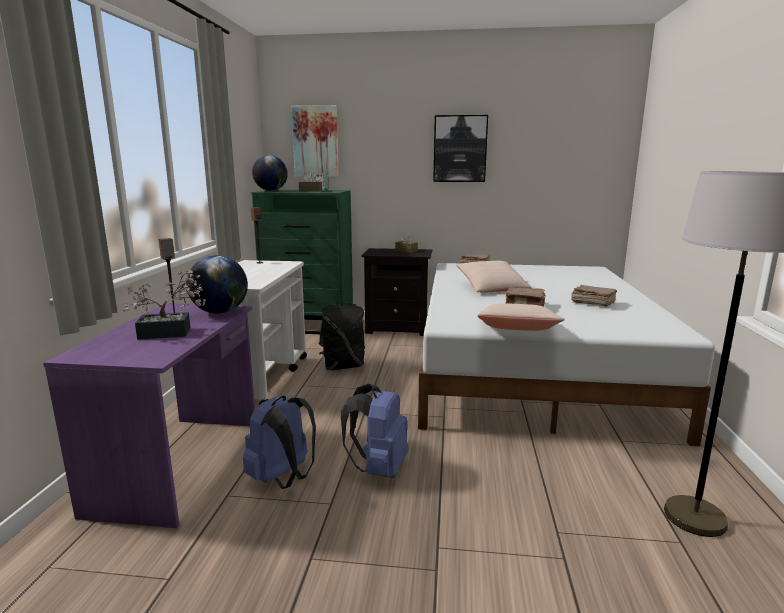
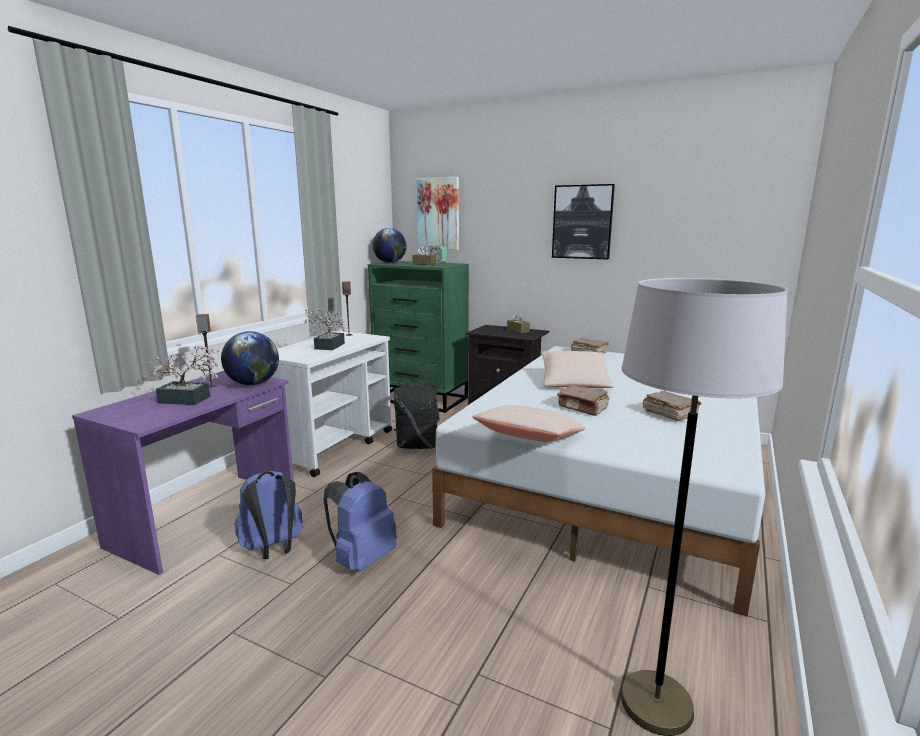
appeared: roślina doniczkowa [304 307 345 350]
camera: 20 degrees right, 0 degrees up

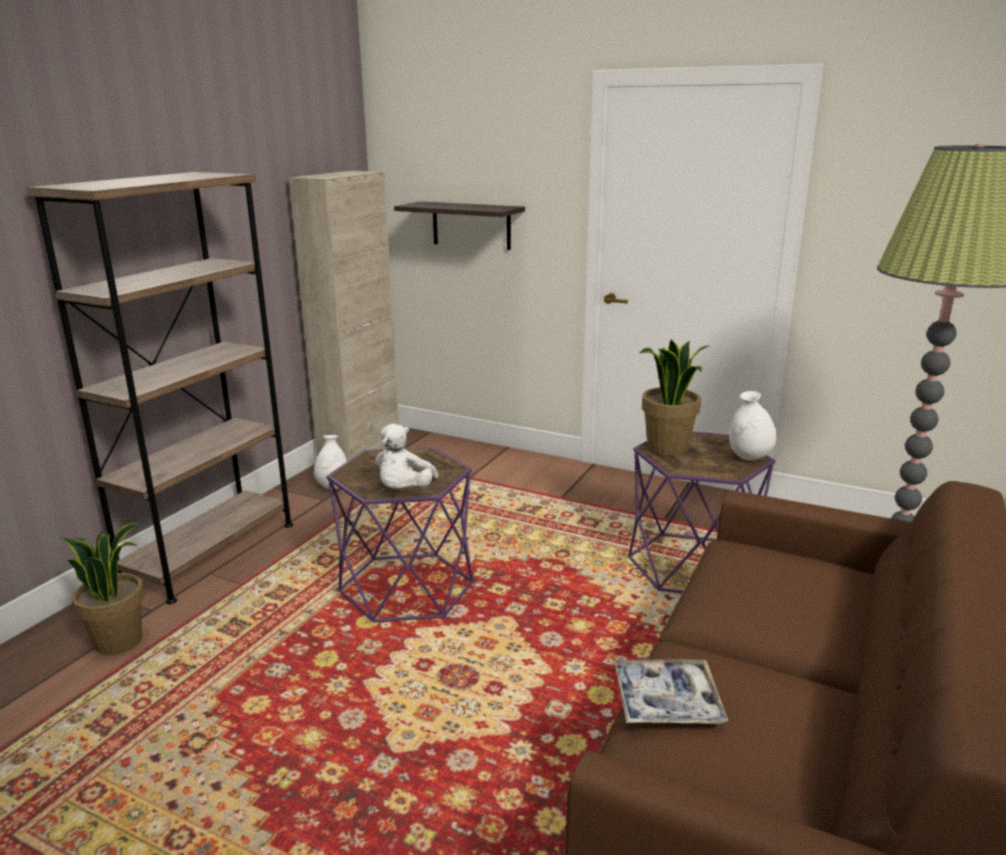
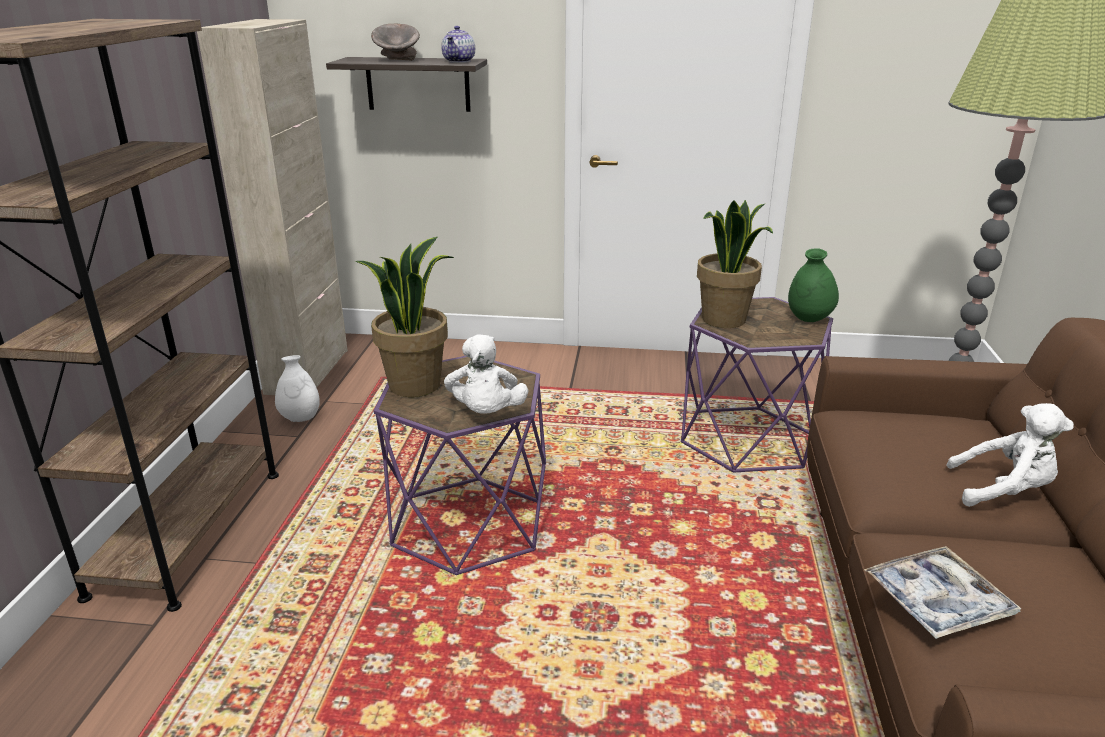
appeared: miska (szary) [371 24 420 61]; imbryk [441 26 475 63]; pluszak (biały) [946 403 1074 507]
relocated: roślina doniczkowa [60 522 144 655] to [355 237 455 397]
colour: wazon (biały) [729 391 777 461] to wazon (zielony) [788 248 839 322]
camera: 20 degrees left, 5 degrees up

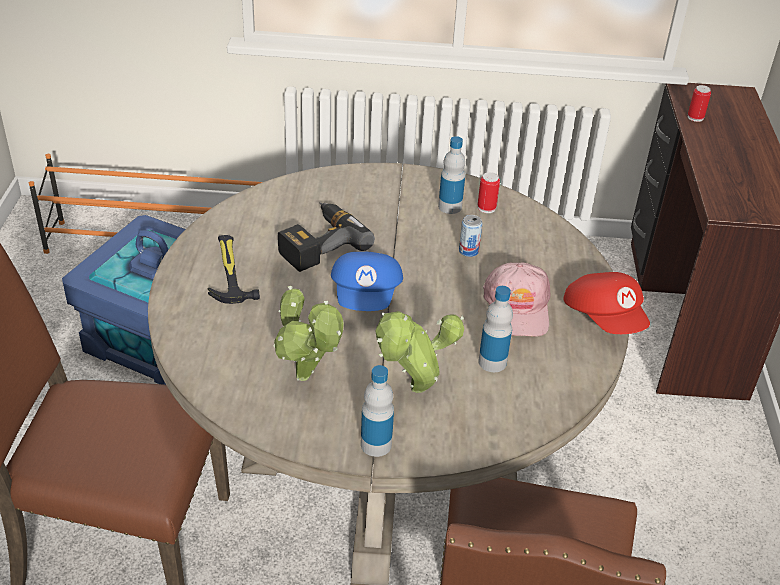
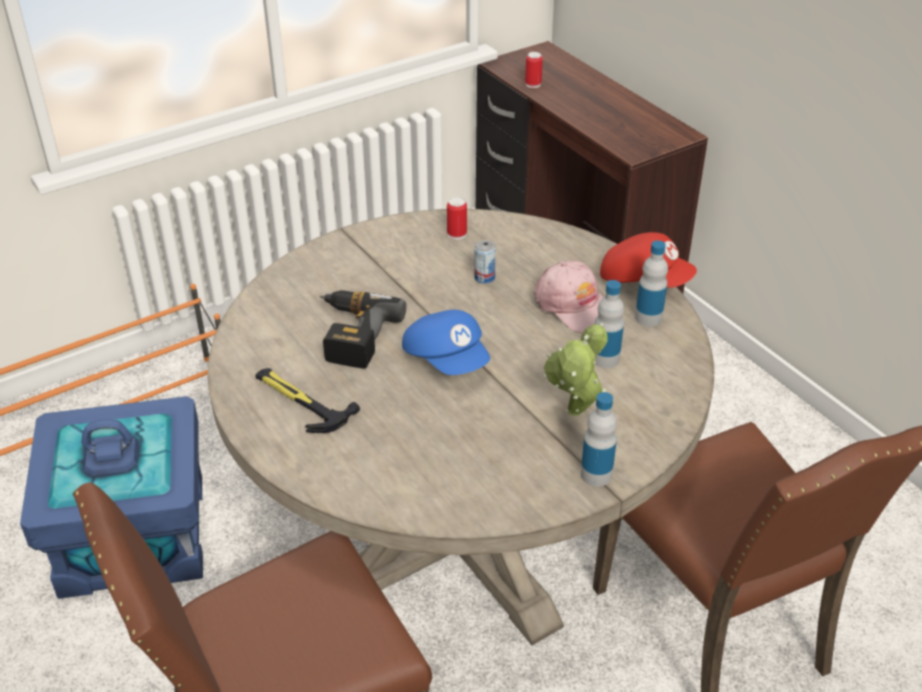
missing: roślina doniczkowa [273 286 344 381]
relocated: butelka [438 136 466 214] to [635 240 668 327]
camera: 35 degrees left, 0 degrees up

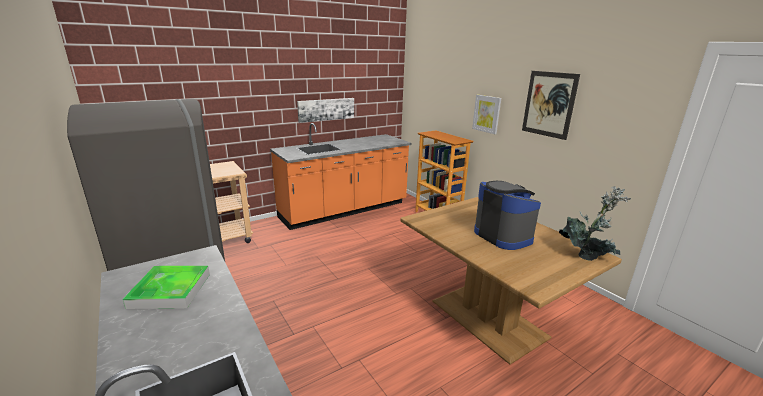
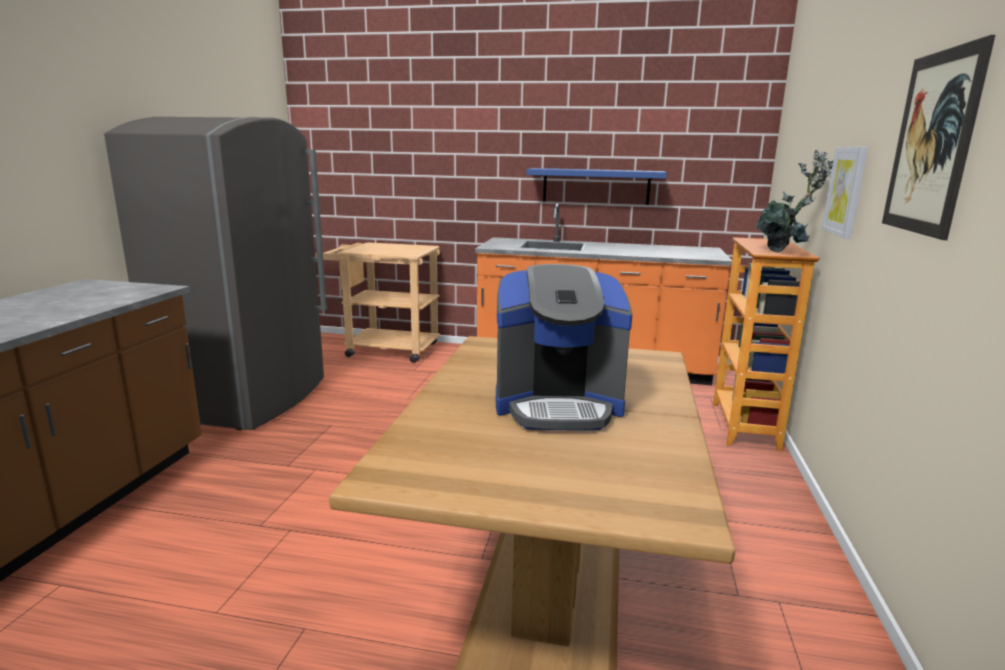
missing: taca [123 266 210 309]
relocated: roślina doniczkowa [559 186 631 261] to [756 150 833 253]
exchanged: obraz [297 98 354 123] to półka (niebieski) [526 168 667 205]
spun: ekspres do kawy [474 181 541 250] = [496 264 632 430] 75 degrees clockwise
camera: 45 degrees right, 5 degrees down

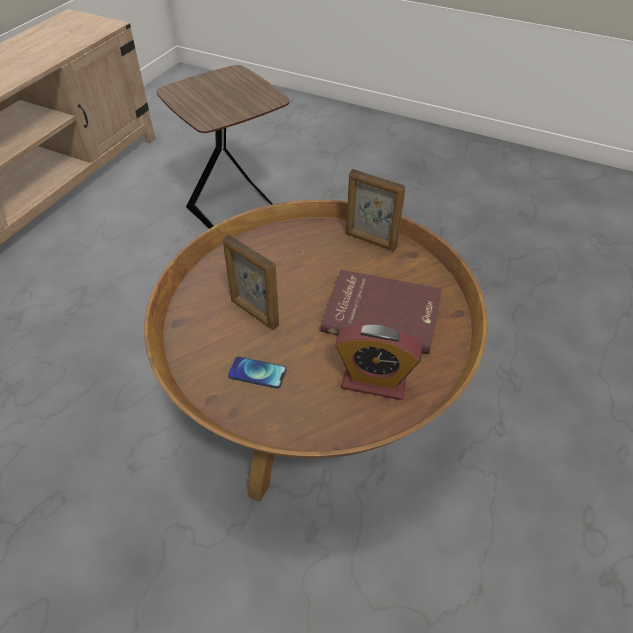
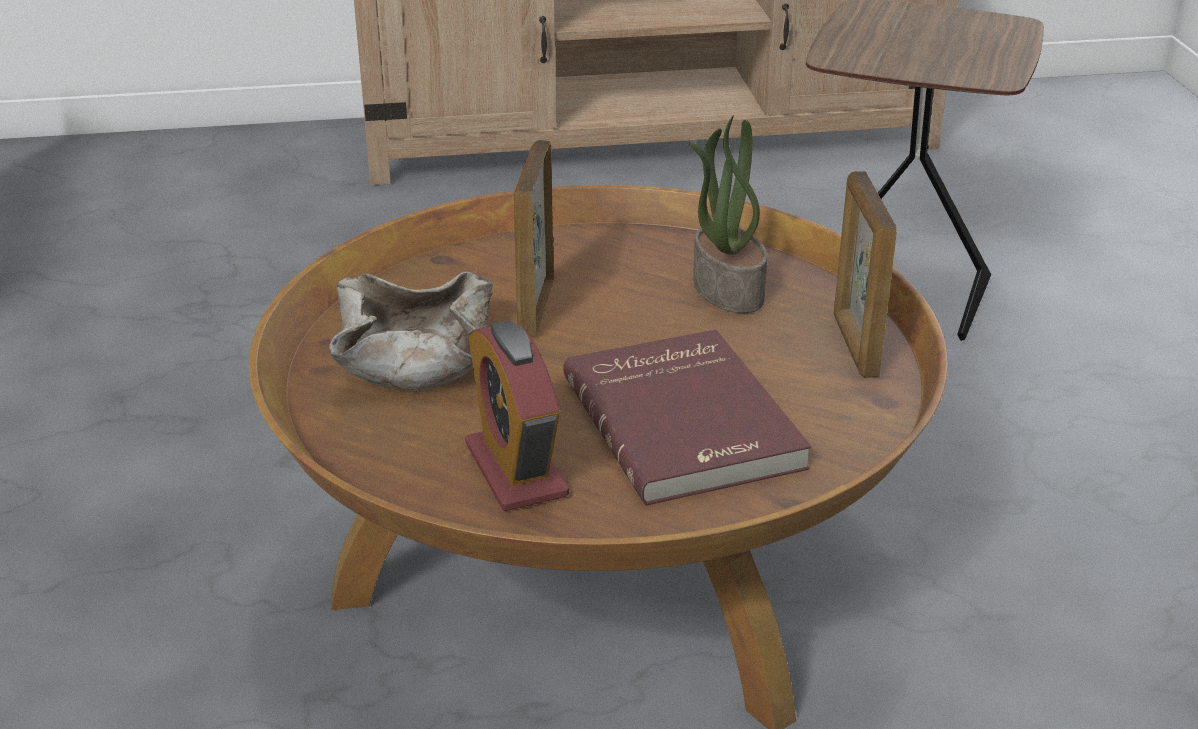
appeared: roślina doniczkowa [689 116 768 313]
exchanged: telefon [228 357 286 389] to miska (beżowy) [329 271 493 390]
camera: 55 degrees right, 15 degrees down

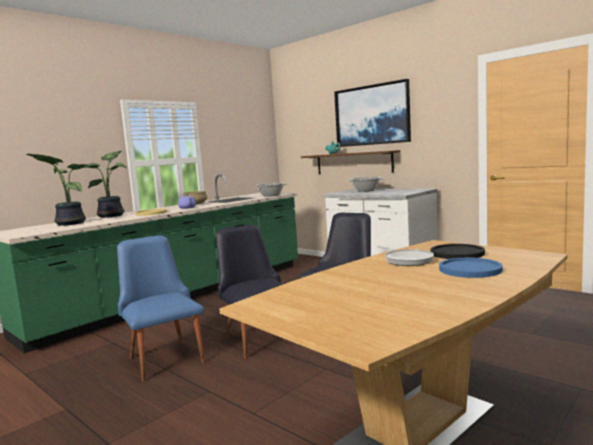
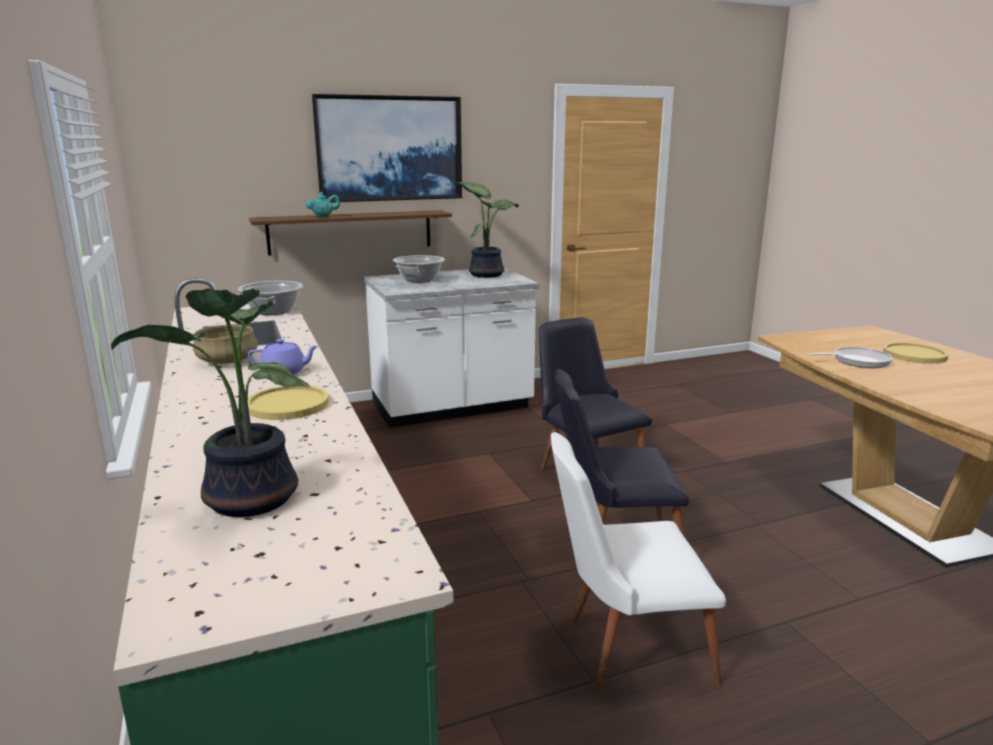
missing: talerz (czarny) [431 244 485 259]
relocated: roślina doniczkowa [86 150 127 218] to [456 181 519 278]
colour: krzesło (niebieski) [117 235 205 382] to krzesło (biały) [551 432 726 693]; talerz (niebieski) [439 258 503 278] to talerz (żółty) [883 342 948 364]
camera: 65 degrees left, 10 degrees up

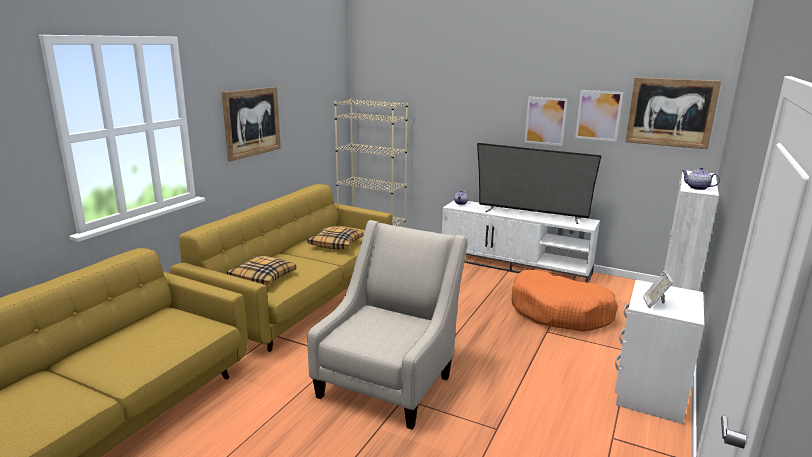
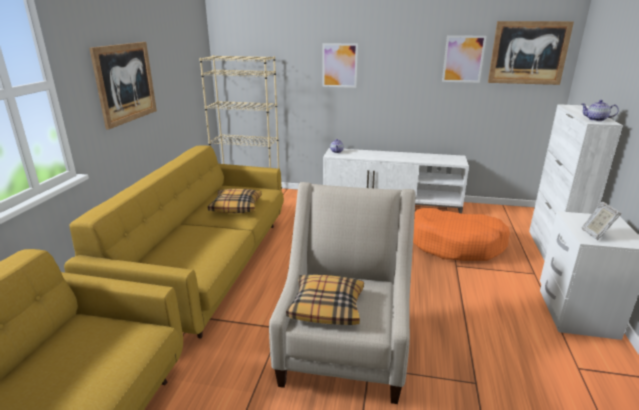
missing: telewizor [477 143 601 224]
relocated: obraz [524 97 568 146] to [322 43 358 88]; poduszka [227 256 296 286] to [286 275 364 325]
camera: 15 degrees left, 5 degrees up

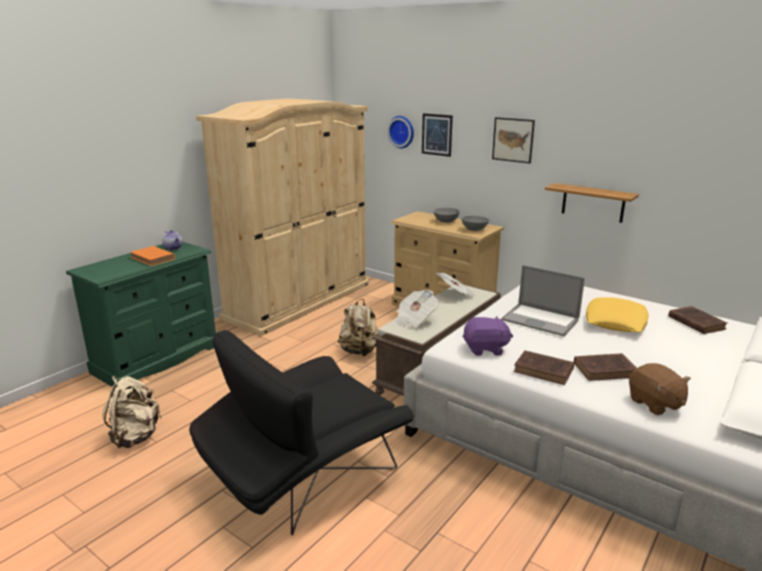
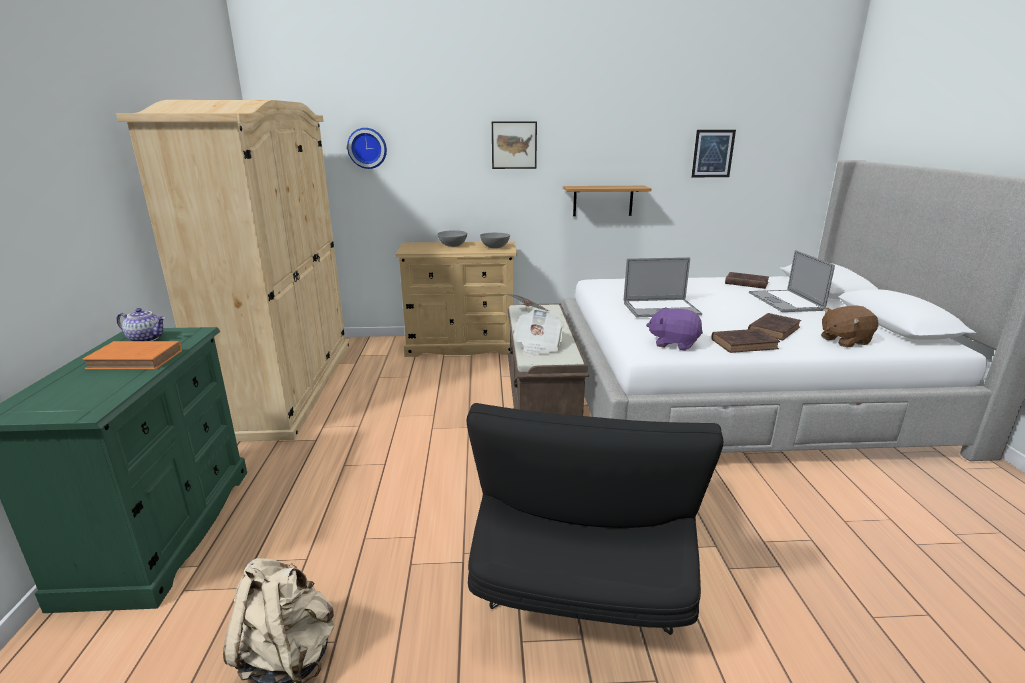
missing: poduszka (żółty) [586 297 648 332]; plecak (beżowy) [338 299 378 356]
appeared: laptop [749 250 835 312]
relocated: obraz [422 113 453 157] to [691 130 736 177]
spun: pluszak (fioletowy) [463 316 513 356] = [646 307 703 351] 120 degrees counterclockwise; pluszak (brązowy) [629 363 691 415] = [821 305 878 347] 135 degrees clockwise
camera: 40 degrees left, 0 degrees up

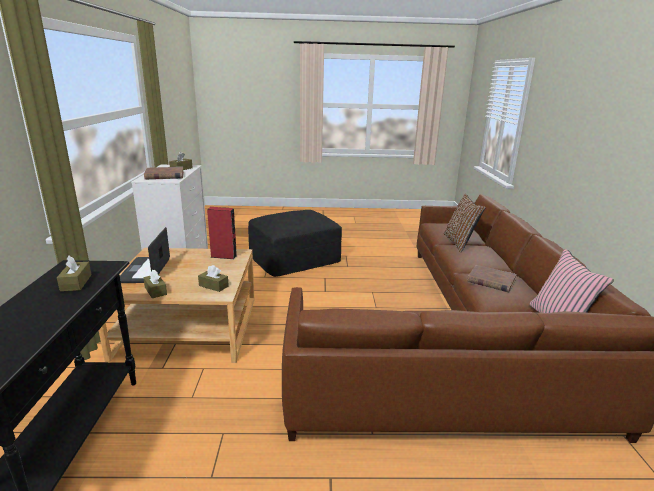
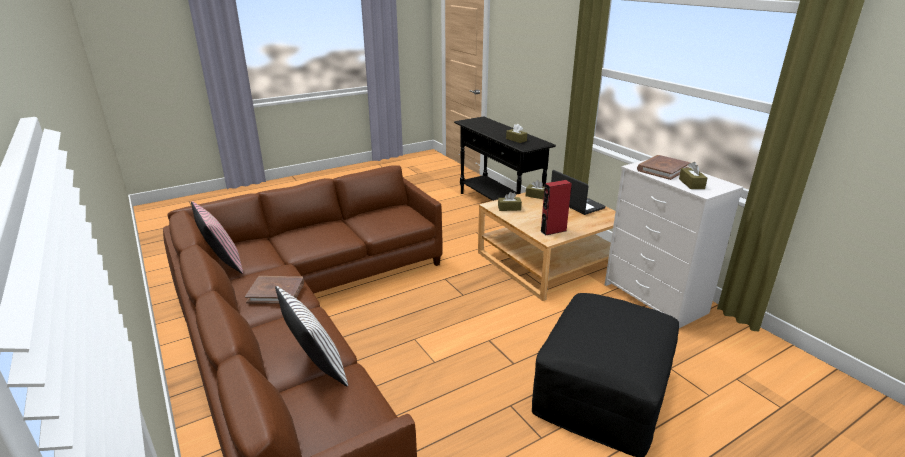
colour: poduszka (brązowy) [444 194 486 252] to poduszka (biały) [275 286 348 387]
camera: 150 degrees right, 5 degrees up

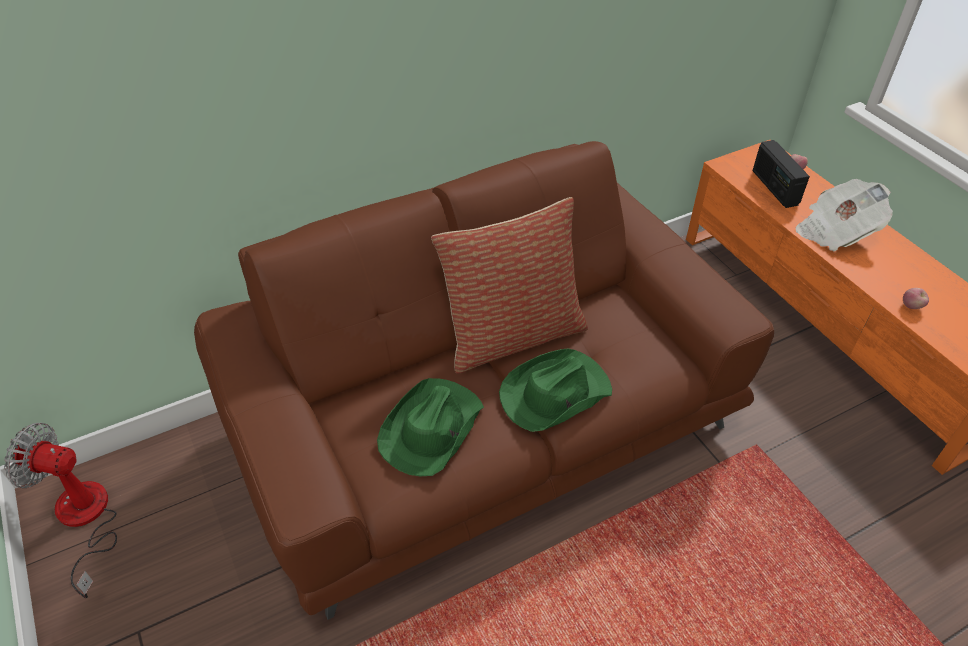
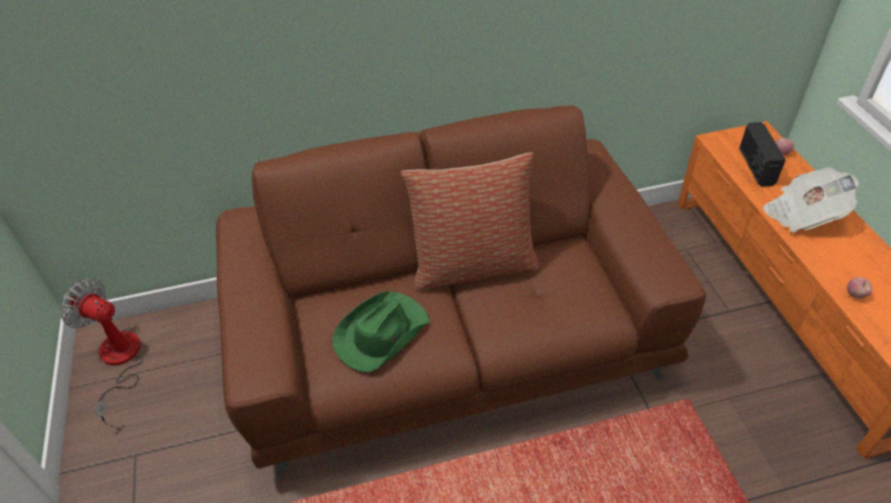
missing: kapelusz (zielony) [499 348 612 432]
camera: 15 degrees right, 0 degrees up

